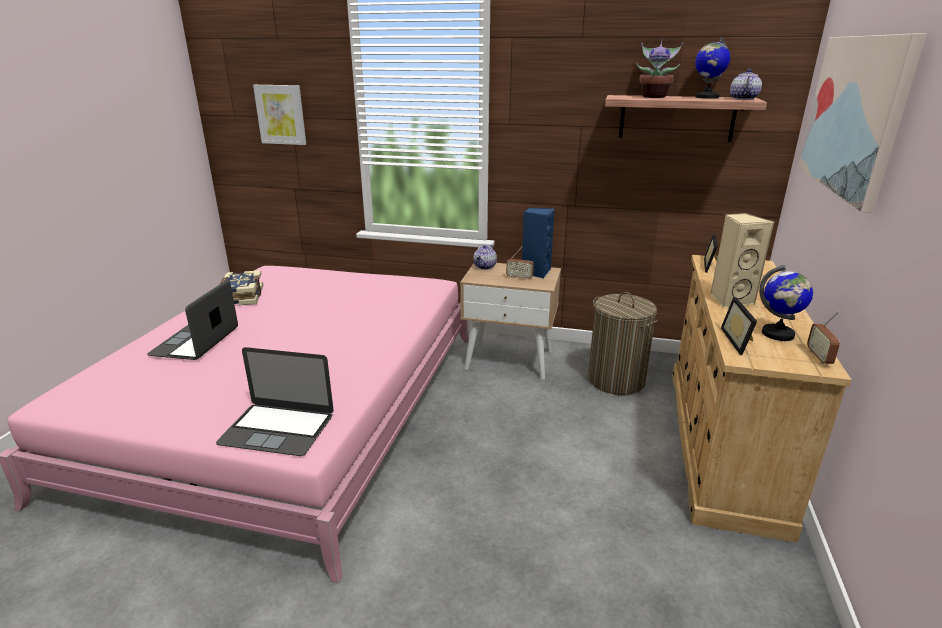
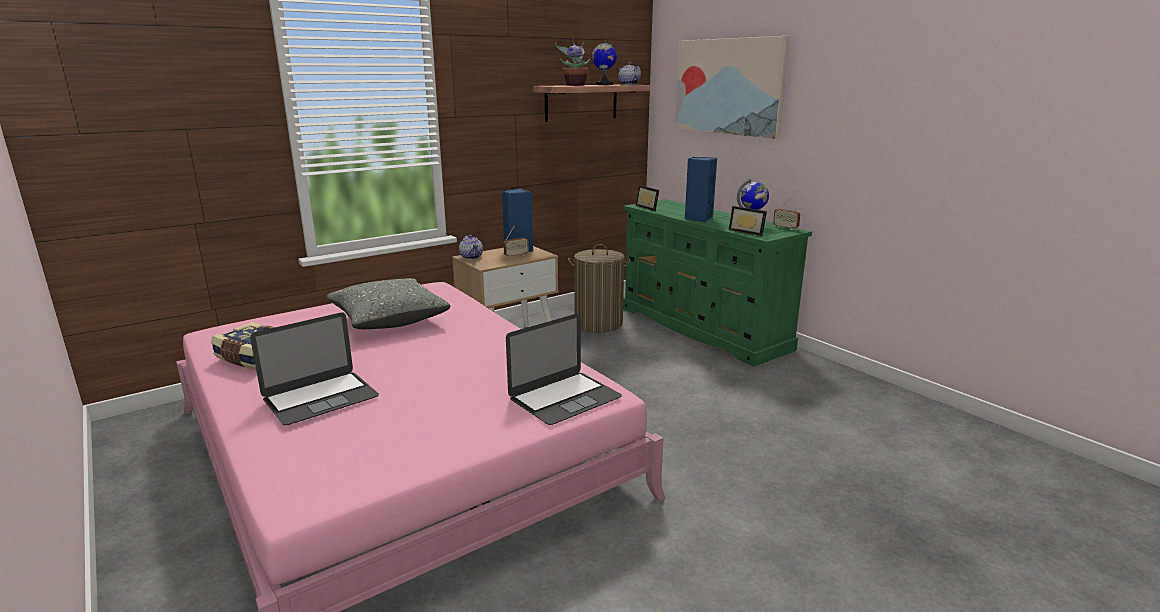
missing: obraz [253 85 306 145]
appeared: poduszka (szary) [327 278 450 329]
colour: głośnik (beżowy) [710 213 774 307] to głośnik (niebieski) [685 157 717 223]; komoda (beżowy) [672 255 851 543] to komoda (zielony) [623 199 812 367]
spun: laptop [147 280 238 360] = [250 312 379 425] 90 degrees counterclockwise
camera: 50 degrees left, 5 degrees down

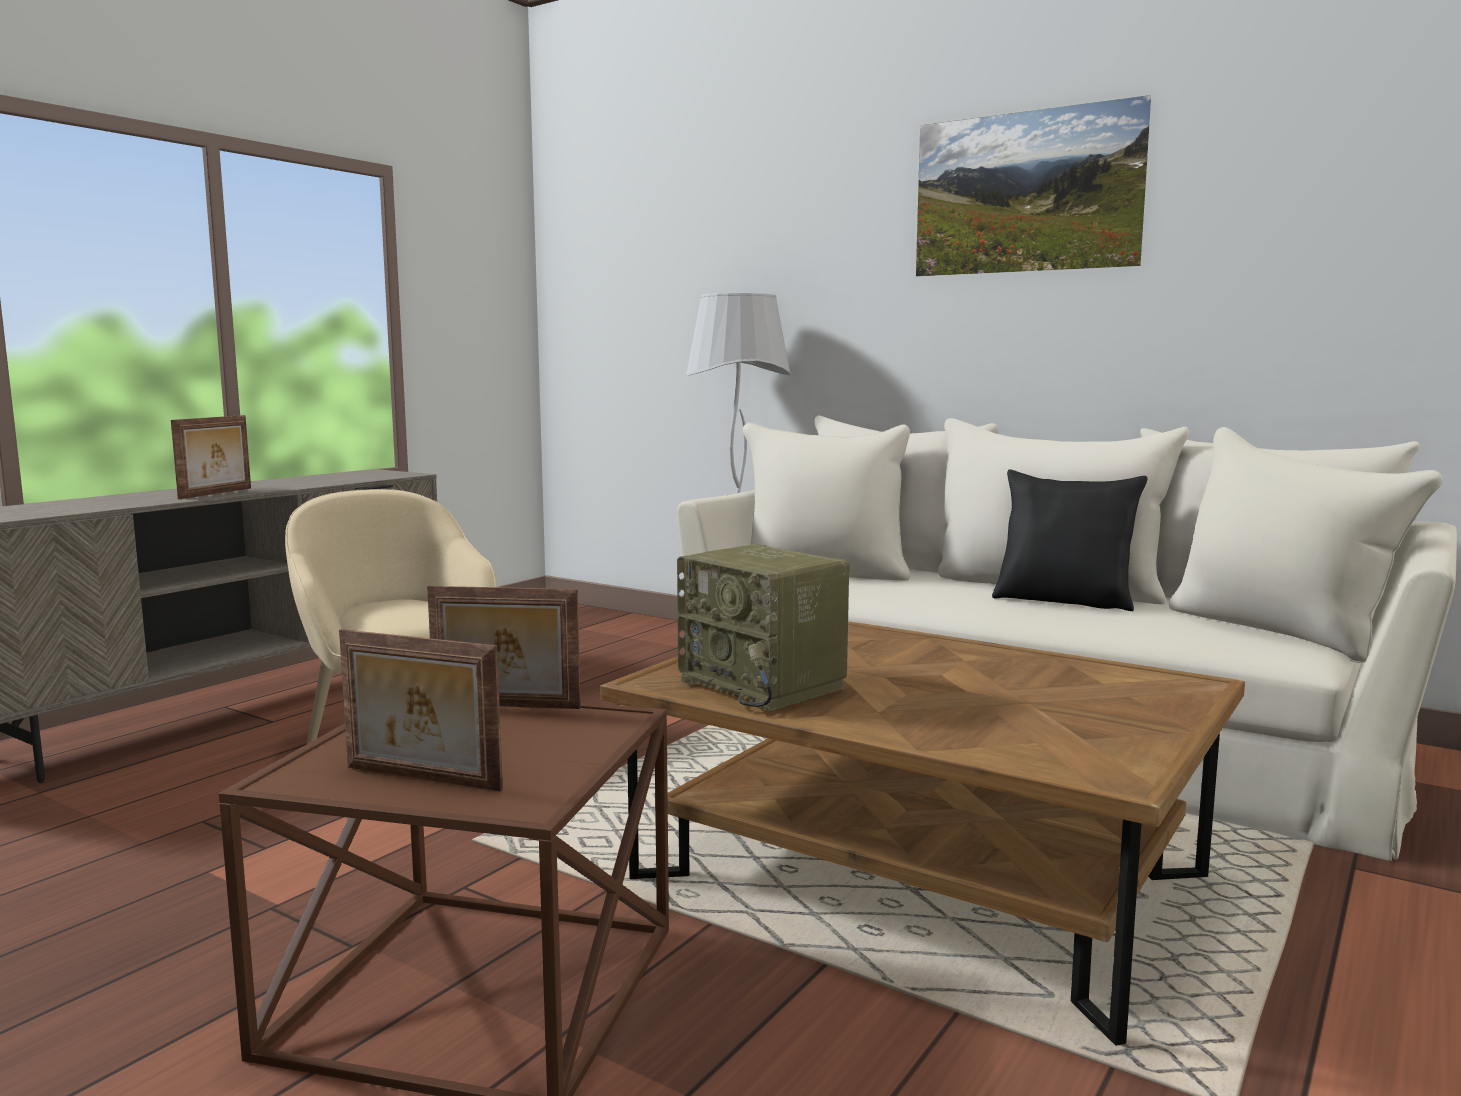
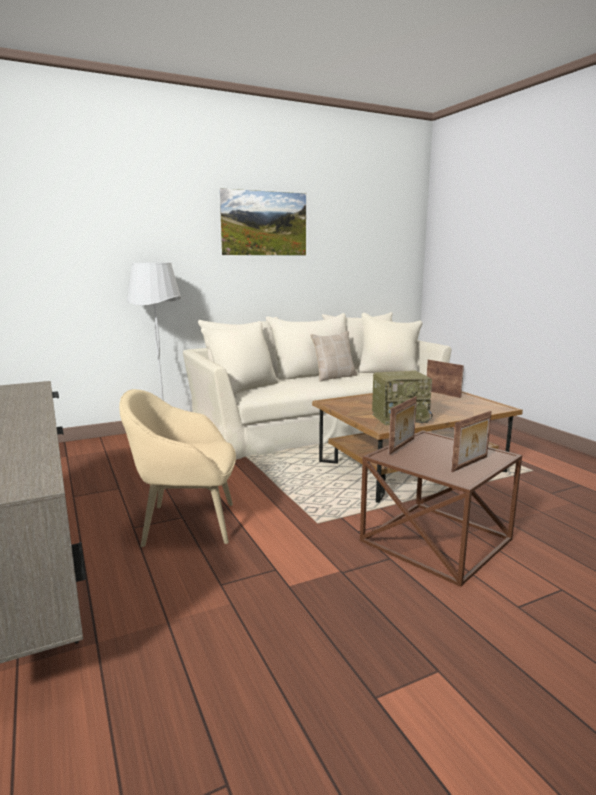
relocated: ramka na zdjęcie [171 415 251 499] to [427 360 464 398]
colour: poduszka (czarny) [992 469 1147 611] to poduszka (beżowy) [310 331 357 381]
camera: 60 degrees left, 5 degrees up

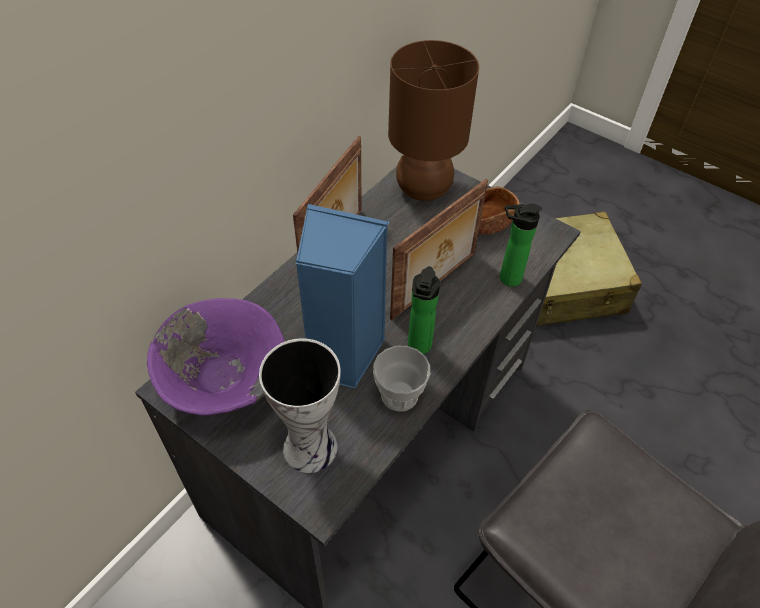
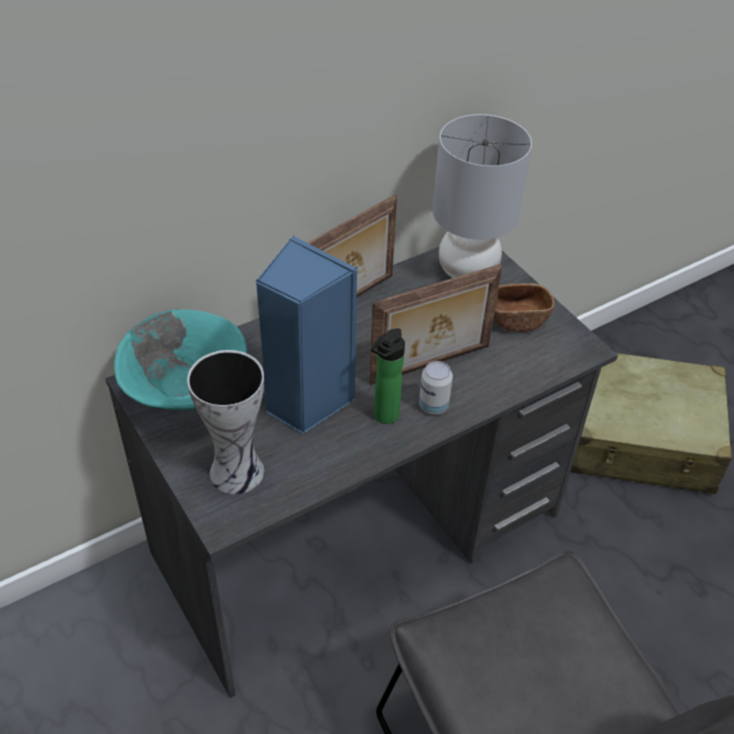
missing: butelka [500 203 542 287]; filiżanka [373 345 430 412]
appeared: puszka [419 361 453 414]
colour: lampa stołowa (brązowy) [388 40 479 201] to lampa stołowa (szary) [433 114 532 278]; miska (fioletowy) [147 298 285 416] to miska (turkusowy) [114 310 247 411]
camera: 20 degrees right, 5 degrees down

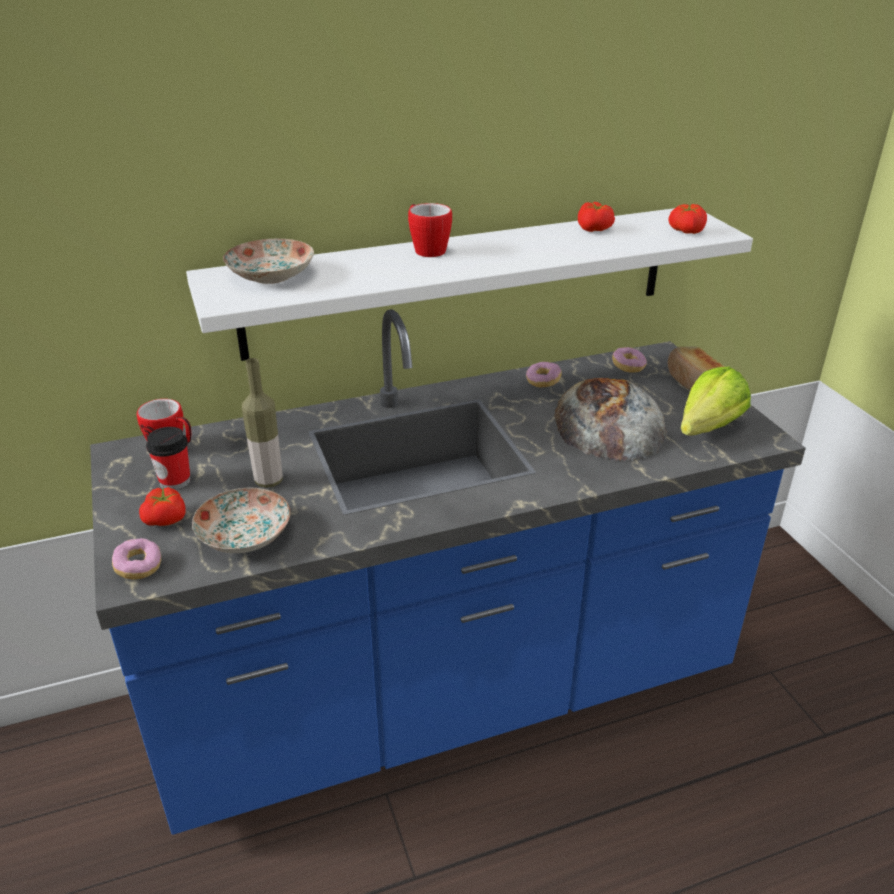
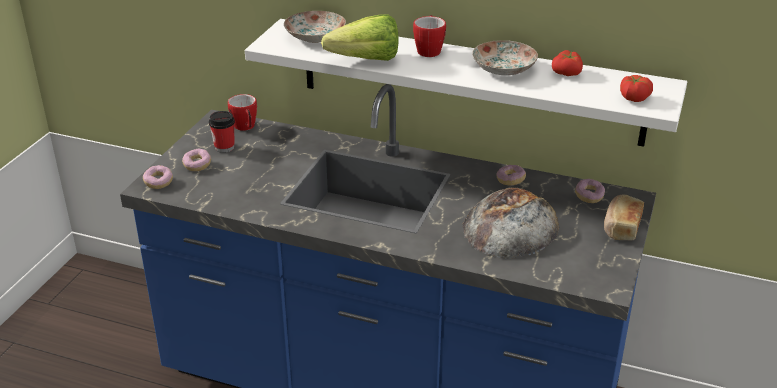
missing: butelka [242 358 283 488]
relocated: sałata [681 367 751 436] to [321 14 398 61]; talerz [192 487 291 553] to [472 40 538 75]
exchanged: pomidor [139 487 186 526] to donut [182 149 211 171]
camera: 40 degrees right, 0 degrees up

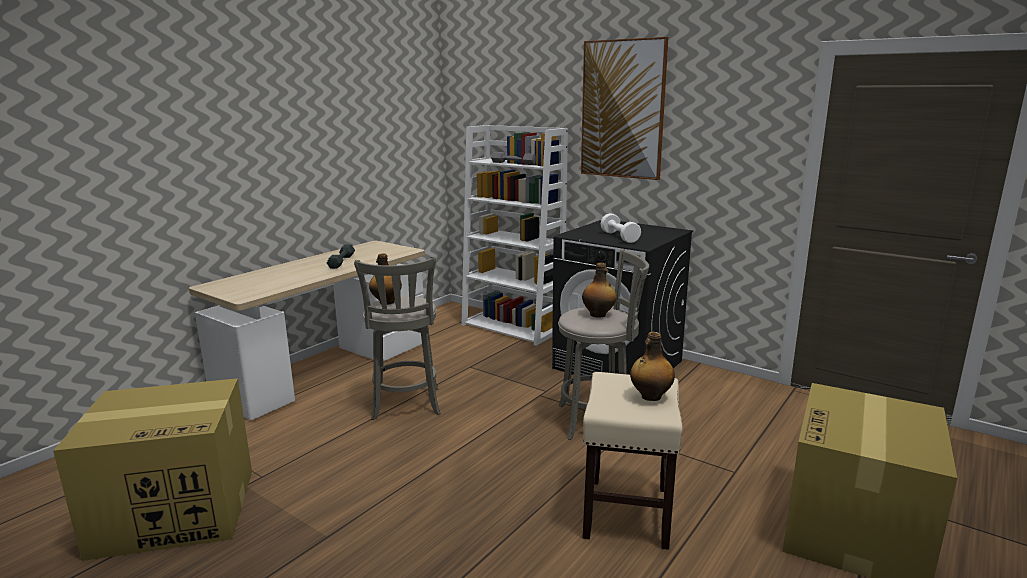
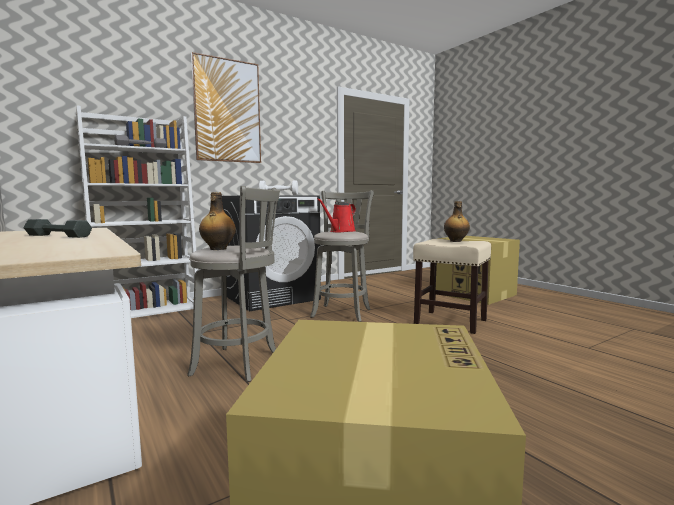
exchanged: butelka [582 263 616 318] to konewka (czerwony) [317 198 356 232]
camera: 70 degrees left, 10 degrees down

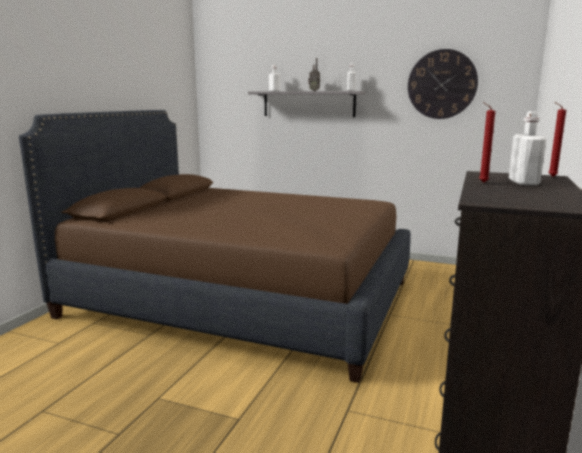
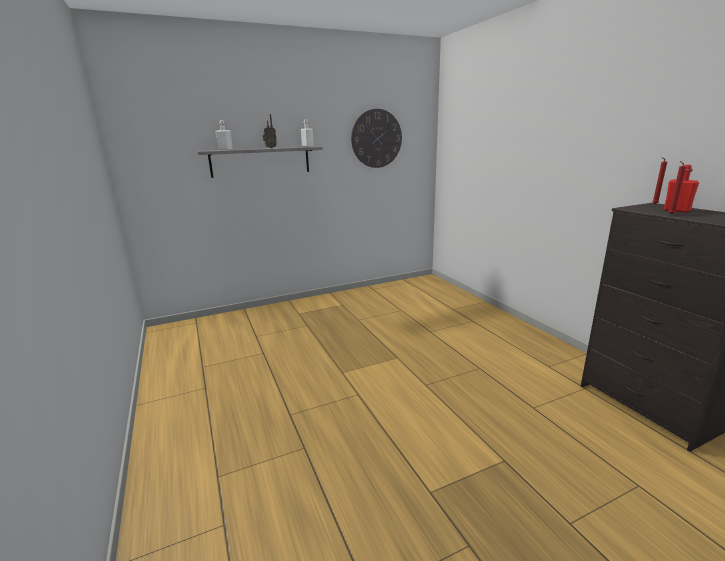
missing: łóżko (brązowy) [19 110 411 383]
colour: butelka (biały) [509 111 546 185] to butelka (czerwony) [664 165 699 212]
camera: 45 degrees left, 5 degrees up

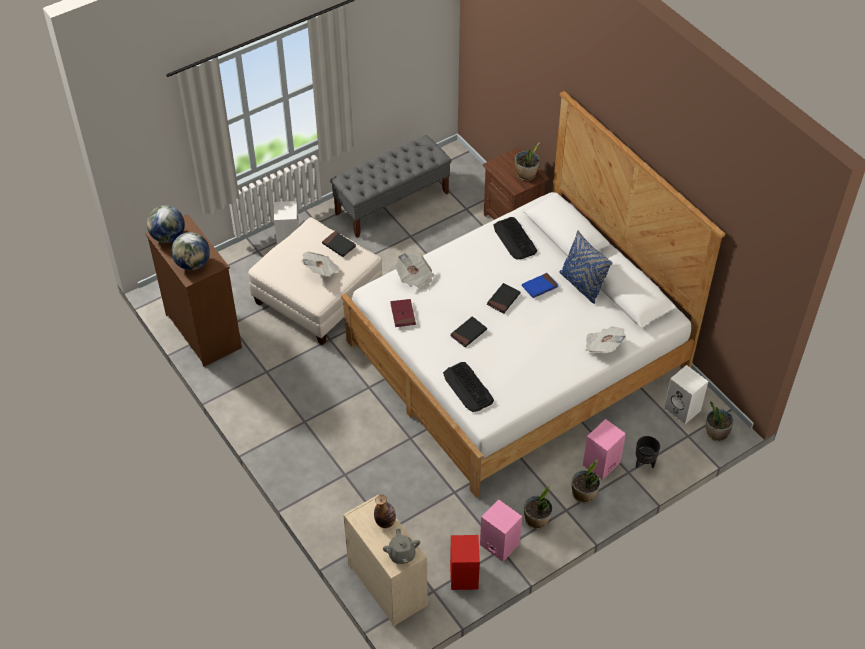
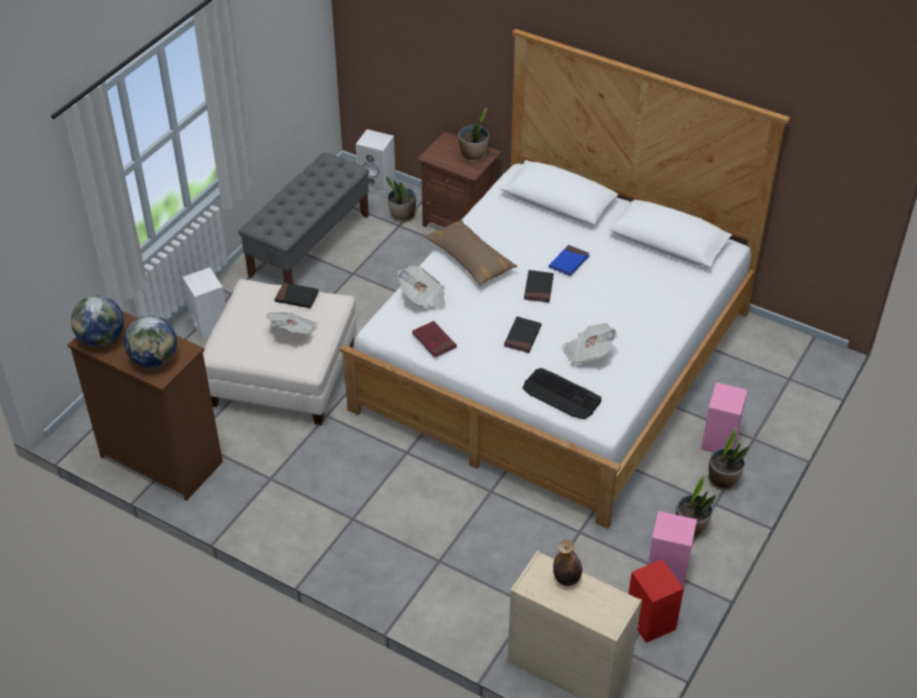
missing: klawiatura [494 217 537 260]; poduszka (niebieski) [559 231 613 304]; donica (czarny) [636 436 660 468]; imbryk (szary) [383 529 420 564]
appeared: poduszka (brązowy) [424 219 518 286]
relocated: gazeta [585 327 626 353] to [562 323 617 365]; głośnik (biały) [664 365 708 424] to [356 129 395 193]; roślina doniczkowa [706 401 734 442] to [386 176 416 222]
camera: 25 degrees left, 5 degrees down

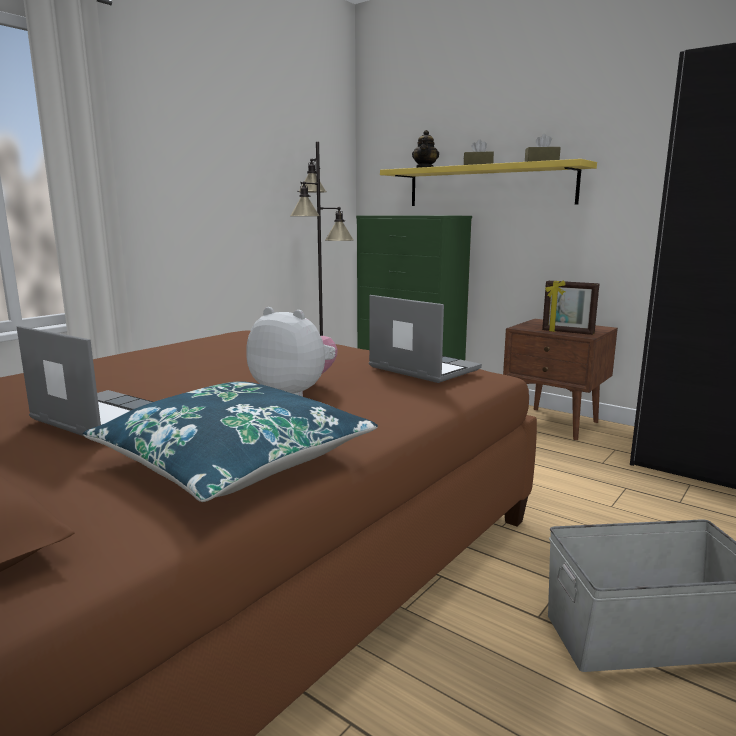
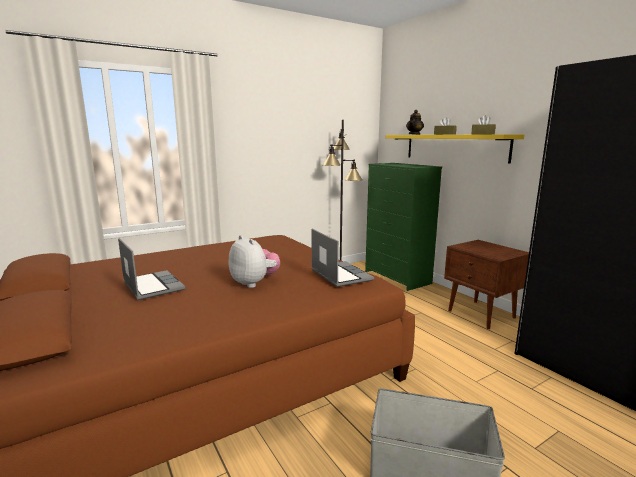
missing: ramka na zdjęcie [542 280 599 335]; poduszka (niebieski) [83 381 378 502]
camera: 20 degrees right, 0 degrees up

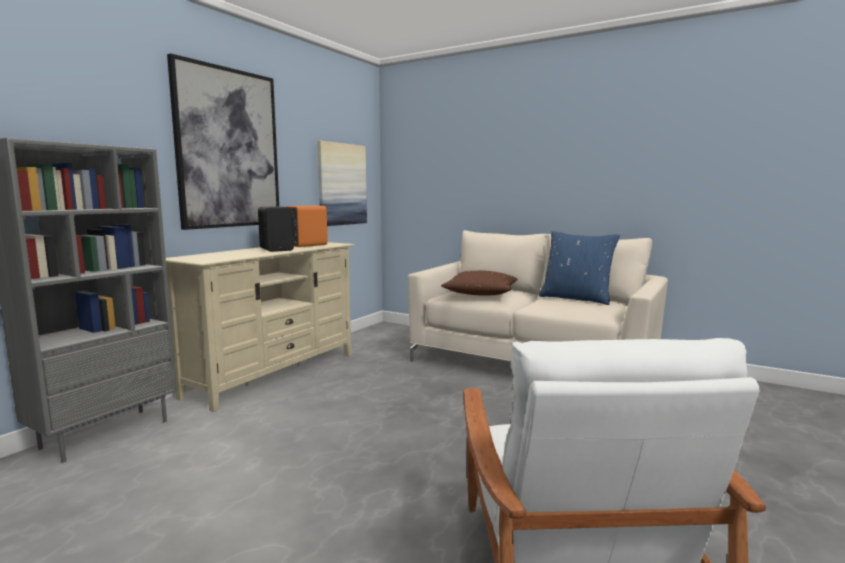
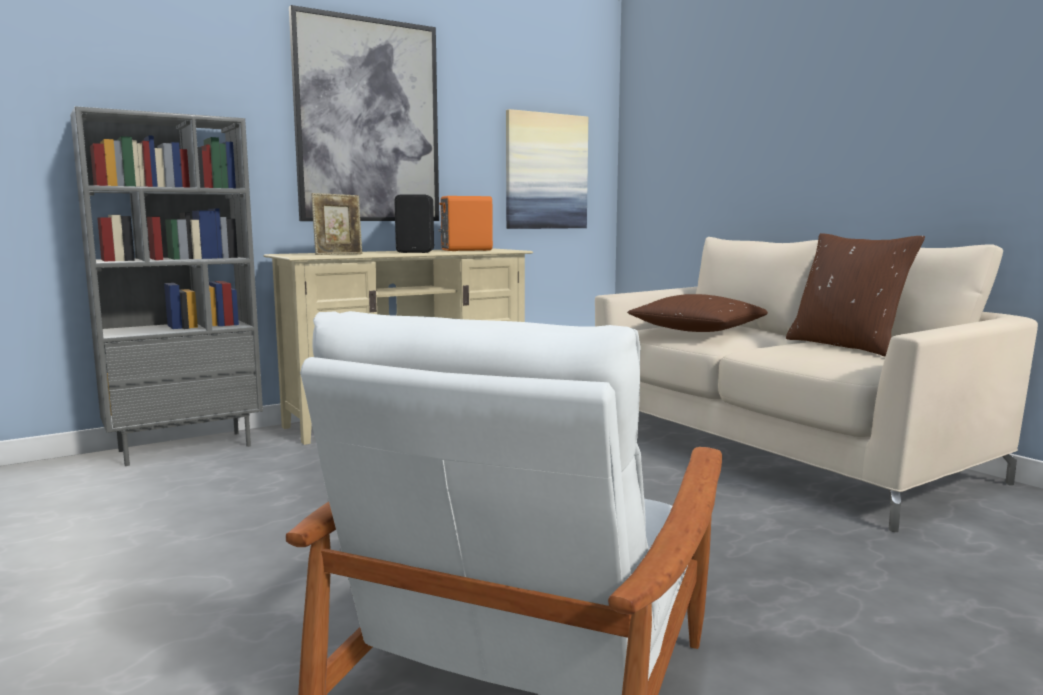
appeared: ramka na zdjęcie [311 193 362 255]
colour: poduszka (niebieski) [539 231 620 305] to poduszka (brązowy) [786 233 925 357]
camera: 25 degrees right, 0 degrees up

